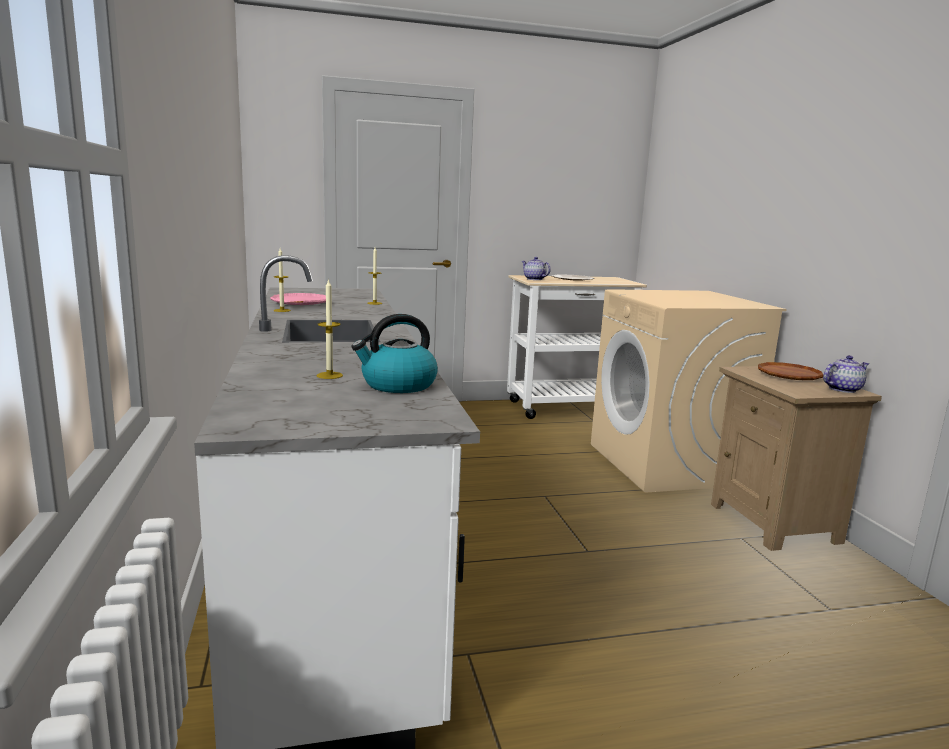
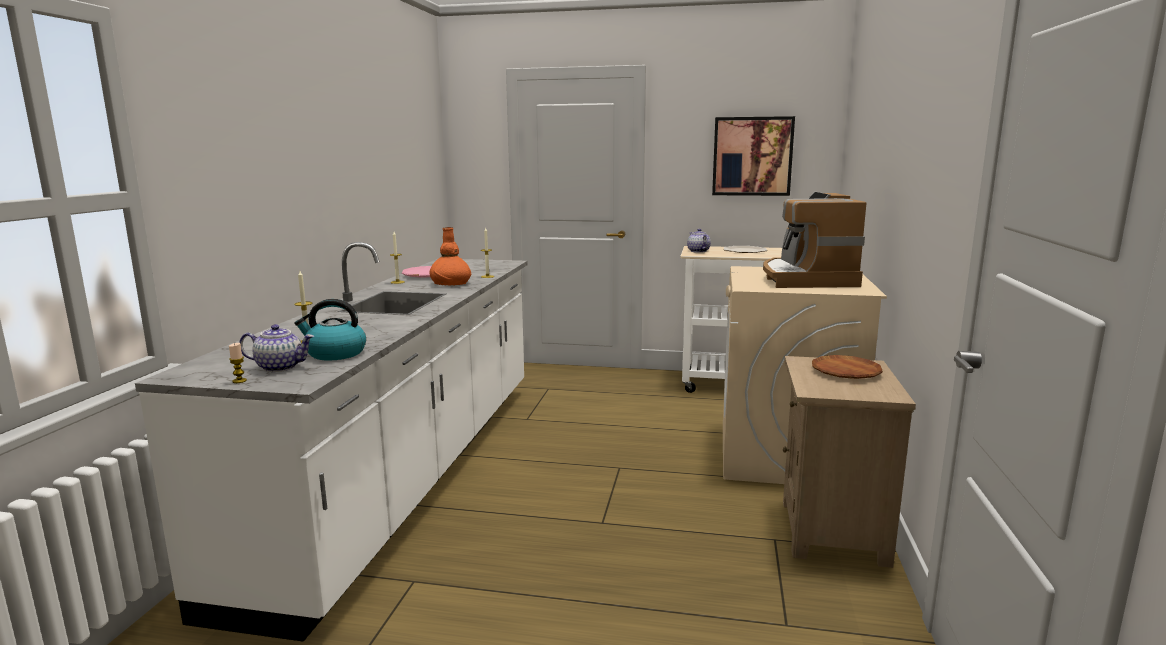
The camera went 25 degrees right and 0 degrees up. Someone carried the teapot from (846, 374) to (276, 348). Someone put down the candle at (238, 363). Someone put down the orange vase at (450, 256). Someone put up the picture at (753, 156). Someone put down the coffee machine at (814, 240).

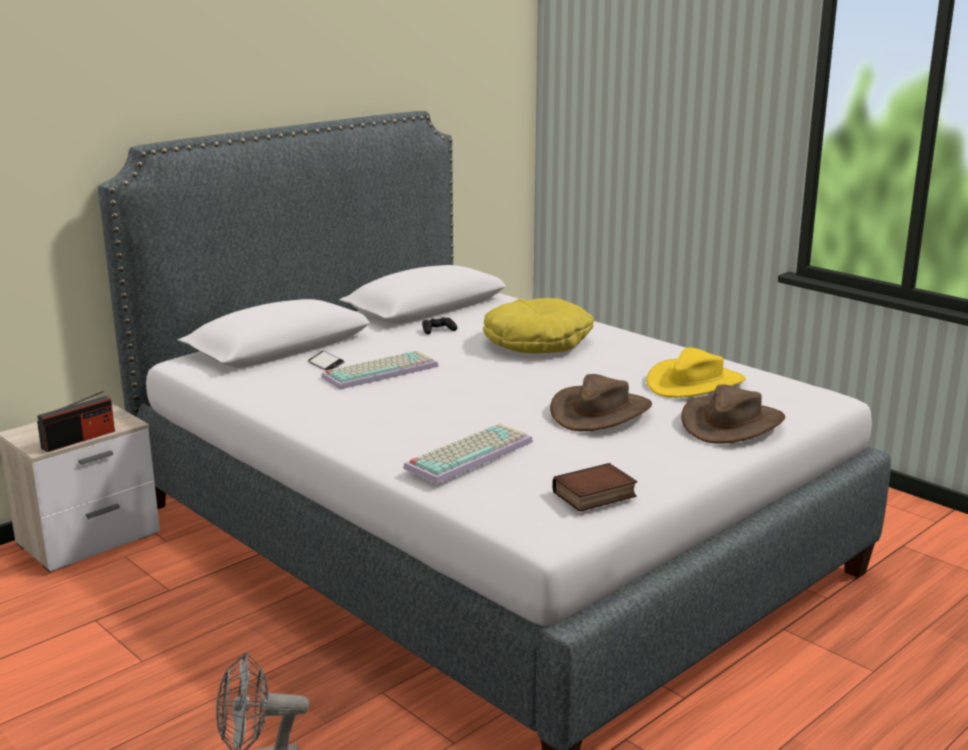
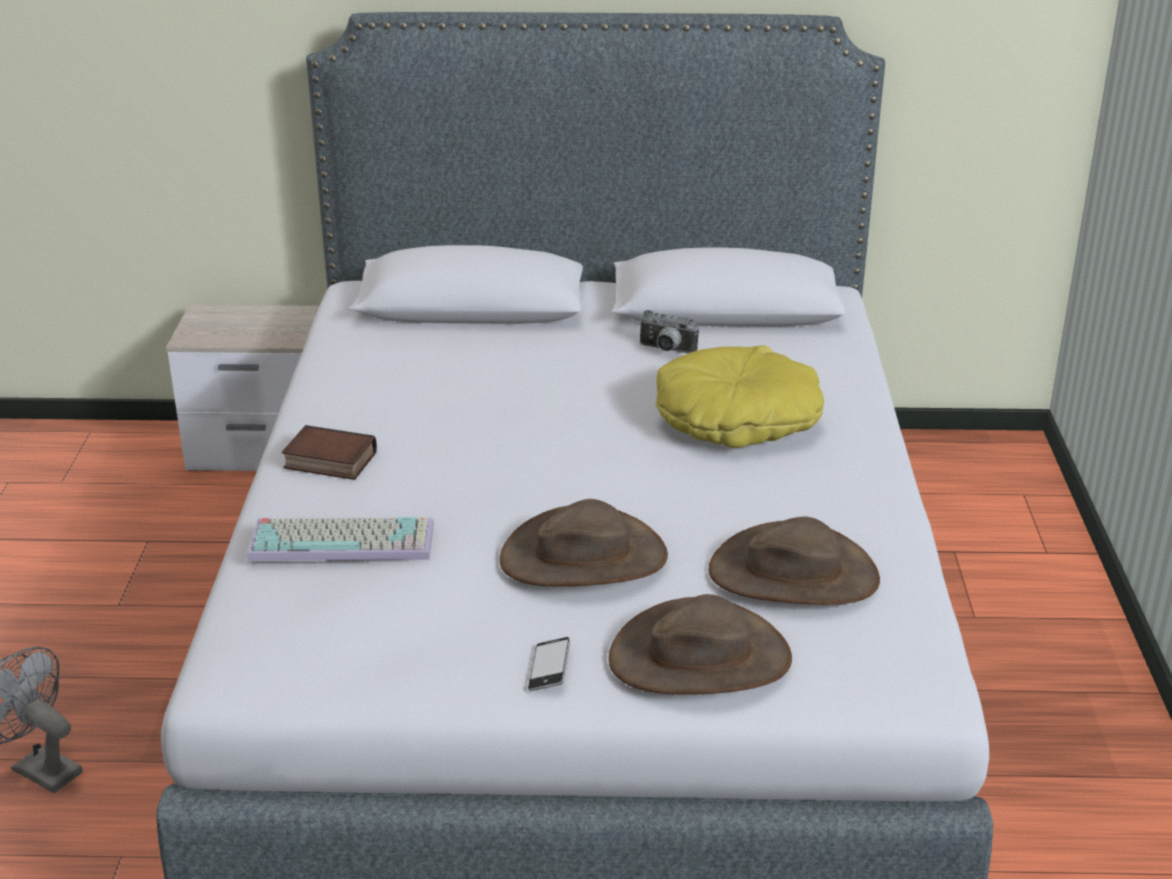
The camera went 45 degrees right and 10 degrees up. Someone took away the radio at (76, 421). Someone carried the phone from (326, 361) to (549, 664). Someone took away the keyboard at (379, 369). Someone swapped the black game controller at (439, 325) for the photo camera at (669, 332). Someone carried the book from (594, 487) to (329, 452). Someone repainted the yellow hat at (696, 373), which became the brown hat at (794, 561).

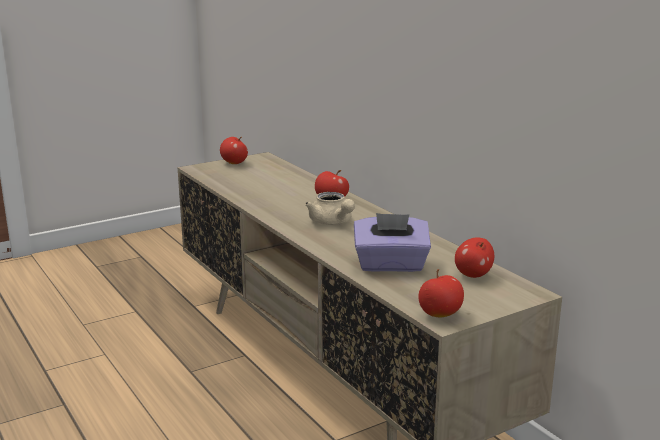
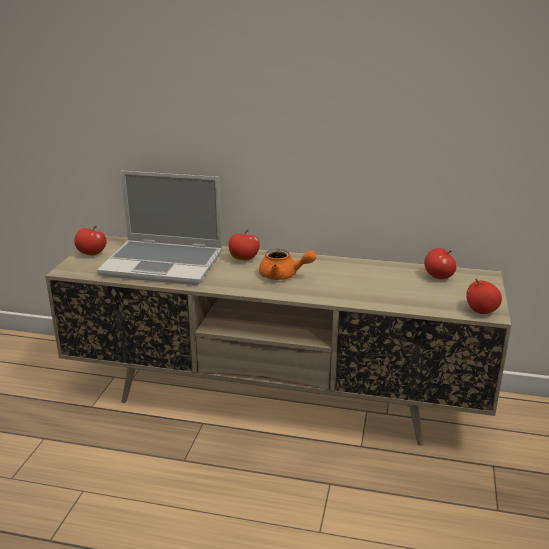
The camera went 45 degrees left and 5 degrees up. Someone repainted the beige teapot at (330, 208), which became the orange teapot at (287, 264). Someone took away the purple tissue box at (392, 242). Someone put down the laptop at (159, 228).

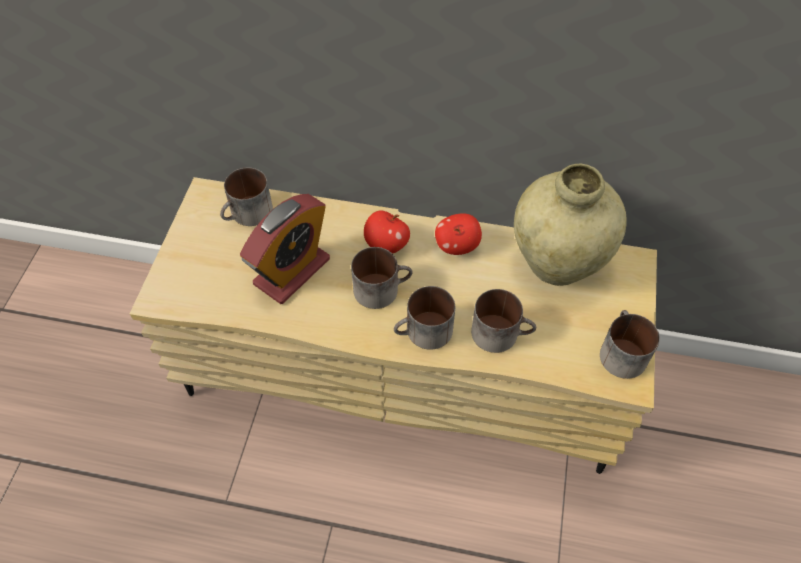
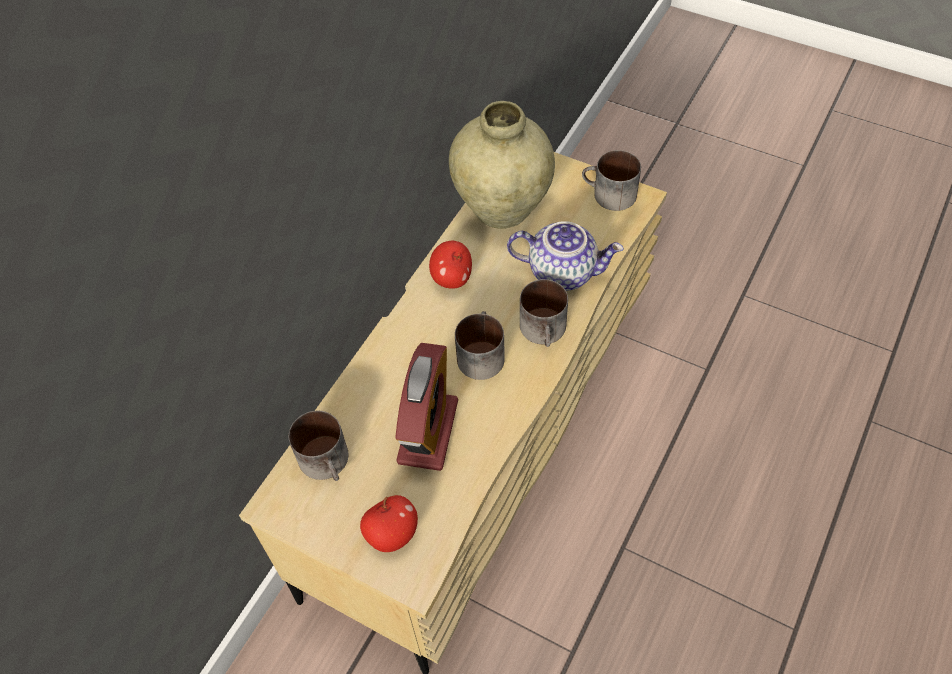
The camera went 70 degrees left and 0 degrees up. Someone rotated the alarm clock at (285, 249) by 45 degrees clockwise. Someone carried the apple from (387, 232) to (389, 523). Someone swapped the mug at (503, 321) for the teapot at (565, 256).

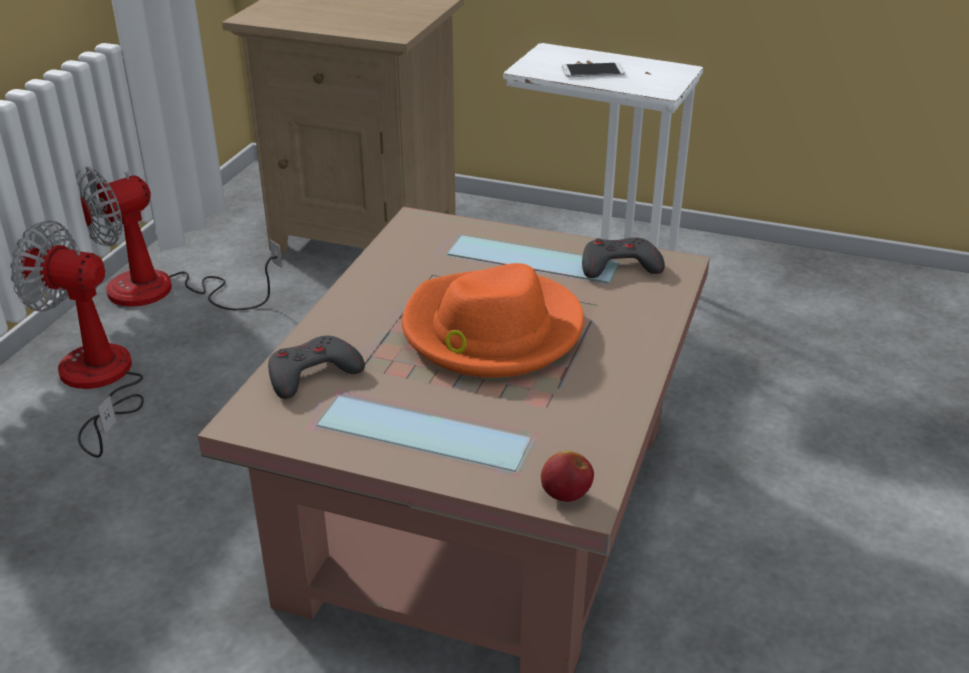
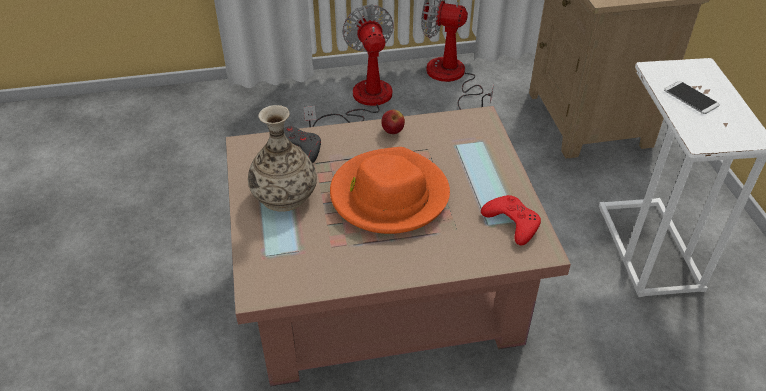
The camera went 60 degrees right and 10 degrees up. Someone carried the apple from (567, 476) to (393, 122). Someone repainted the grey game controller at (623, 257), which became the red game controller at (511, 220). Someone put down the vase at (282, 158).

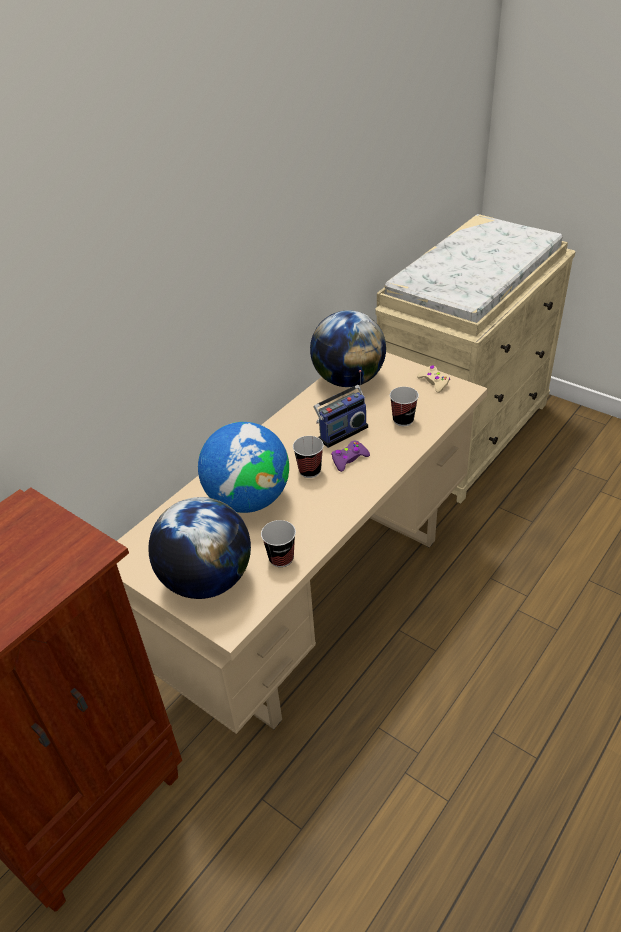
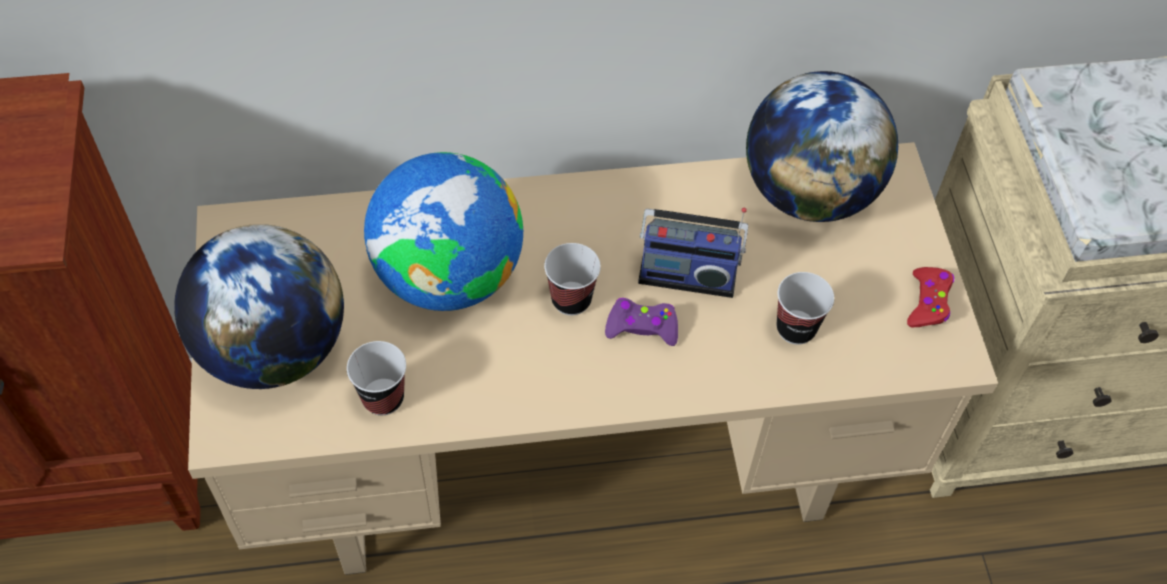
The camera went 40 degrees right and 15 degrees up. Someone repainted the beige game controller at (433, 379), which became the red game controller at (930, 297).

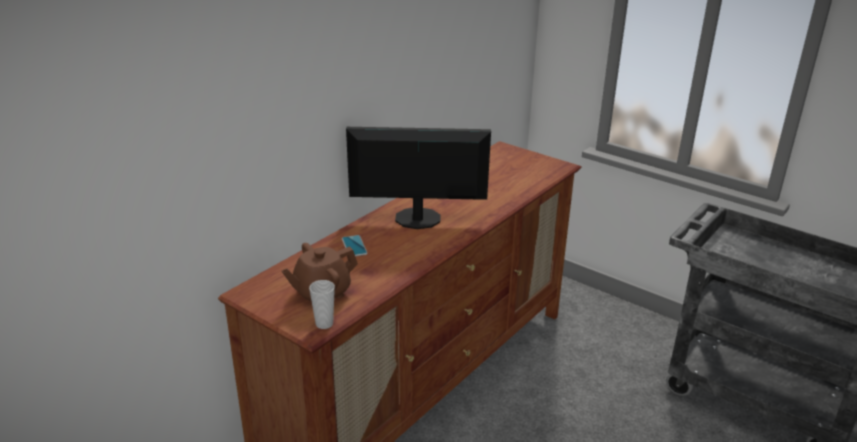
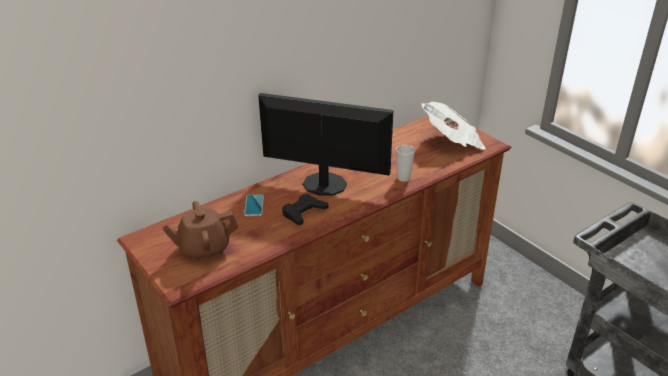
The camera went 15 degrees right and 5 degrees up. Someone carried the cup from (322, 304) to (405, 163). Someone put down the black game controller at (305, 209). Someone put down the newspaper at (454, 126).

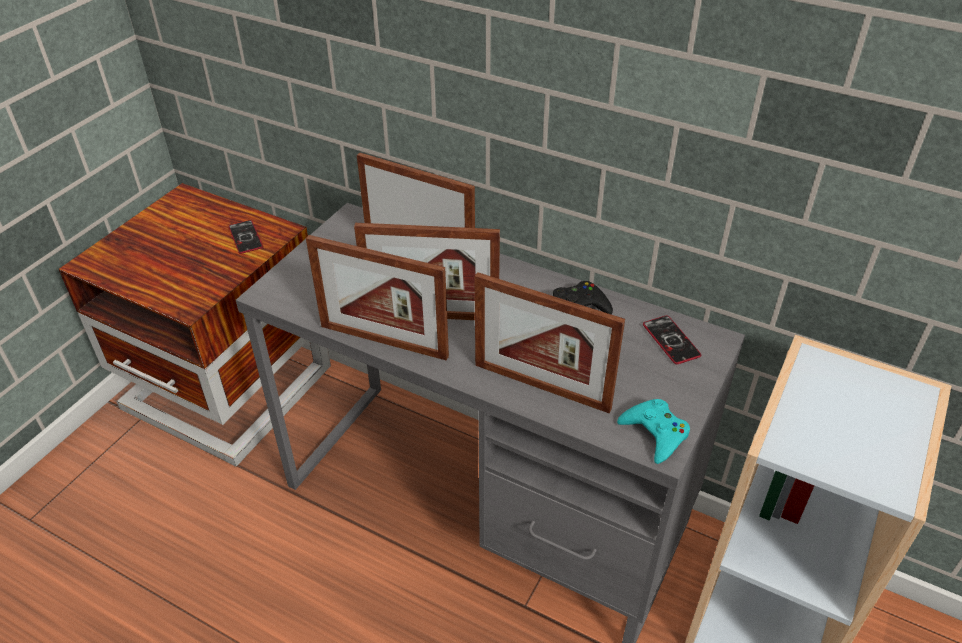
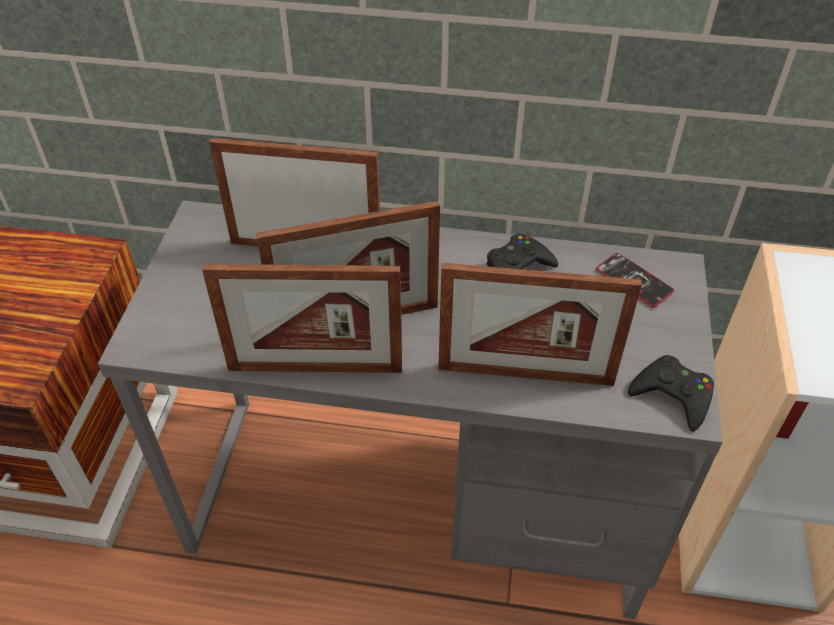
The camera went 20 degrees left and 5 degrees up. Someone took away the phone at (246, 237). Someone repainted the turquoise game controller at (653, 431), which became the black game controller at (671, 393).

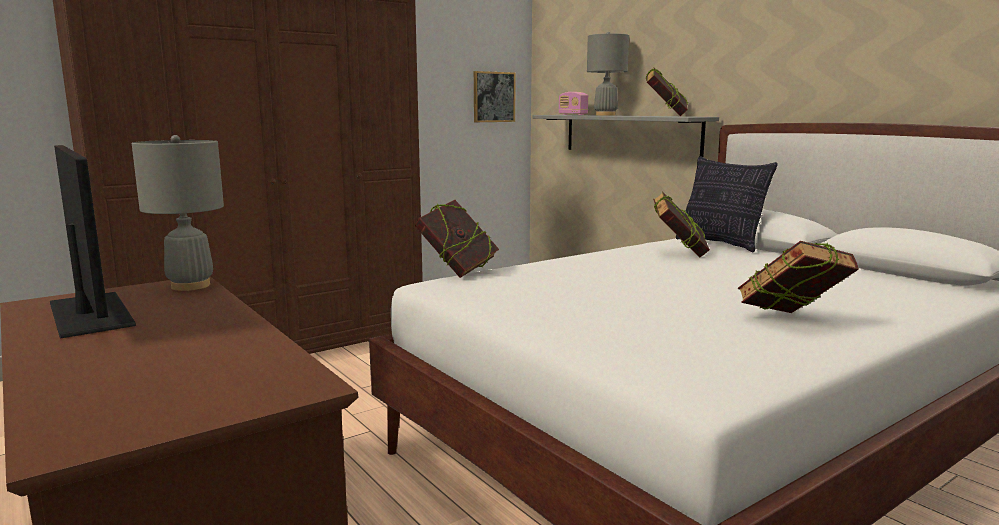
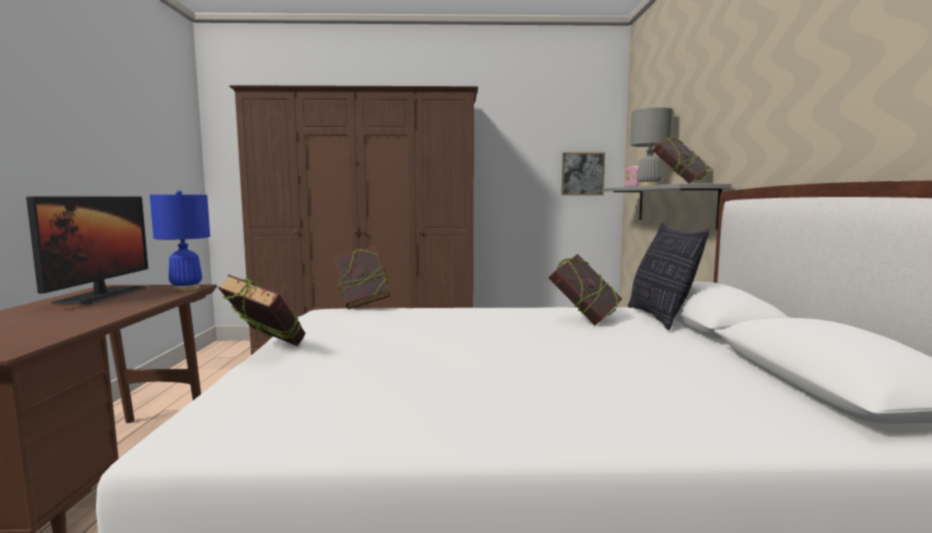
The camera went 35 degrees right and 5 degrees down. Someone repainted the grey table lamp at (178, 213), which became the blue table lamp at (180, 240). Someone carried the book from (798, 277) to (262, 310).

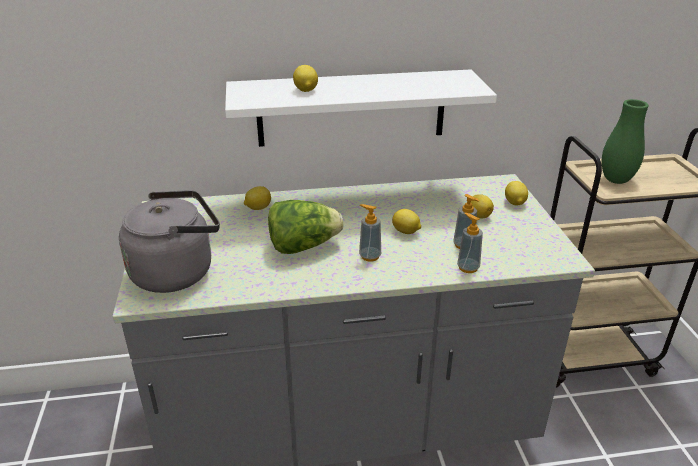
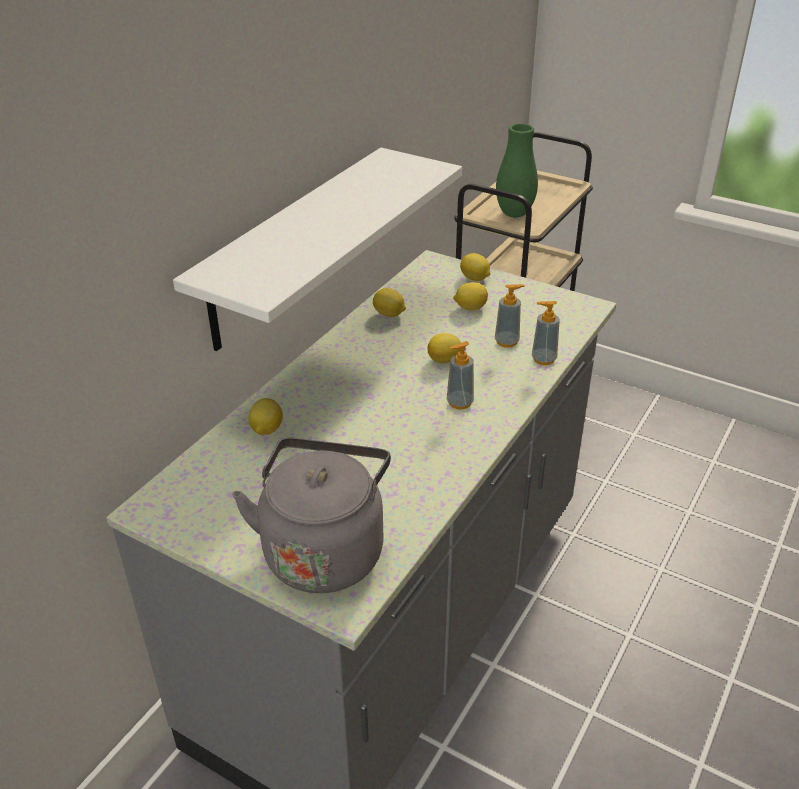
The camera went 50 degrees left and 5 degrees up. Someone took away the lettuce at (305, 227). Someone carried the lemon from (305, 78) to (389, 302).

